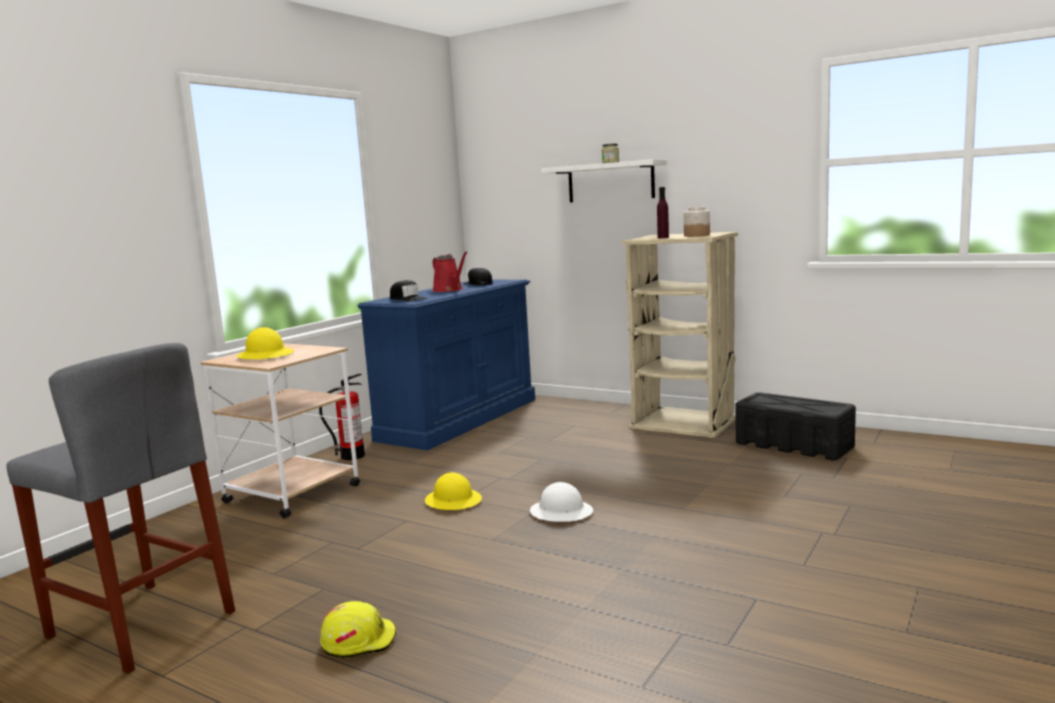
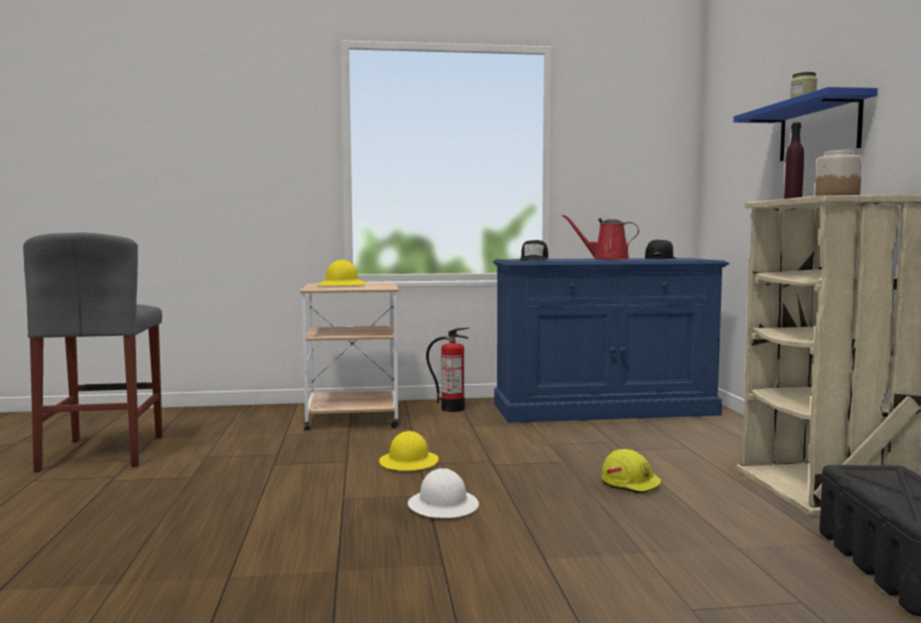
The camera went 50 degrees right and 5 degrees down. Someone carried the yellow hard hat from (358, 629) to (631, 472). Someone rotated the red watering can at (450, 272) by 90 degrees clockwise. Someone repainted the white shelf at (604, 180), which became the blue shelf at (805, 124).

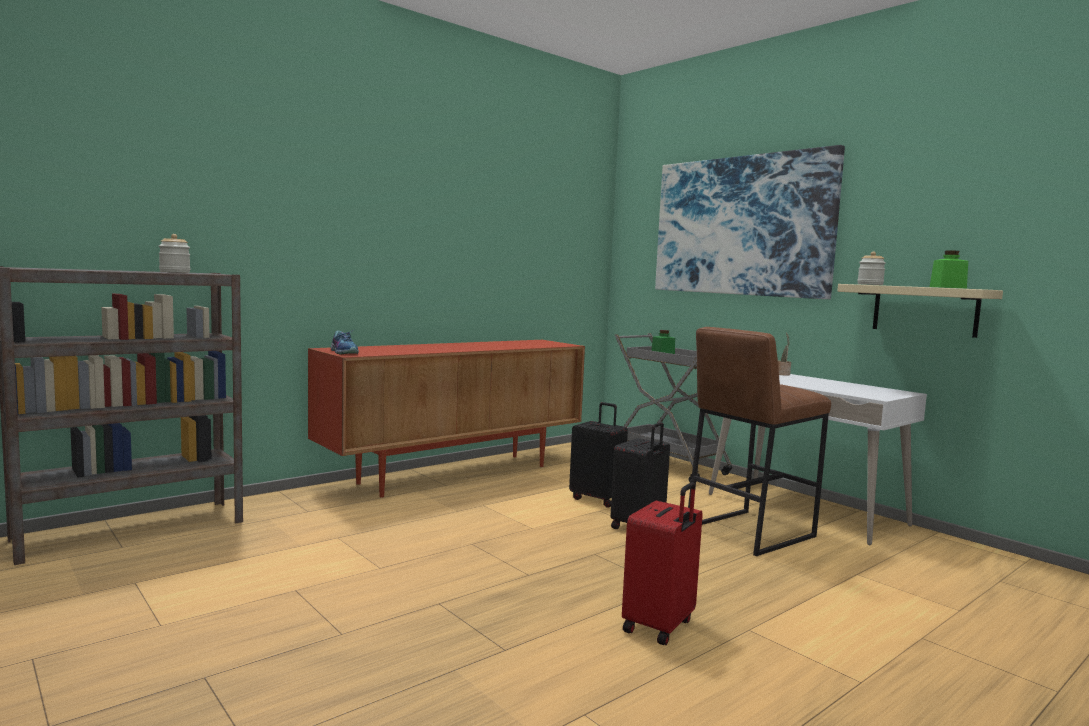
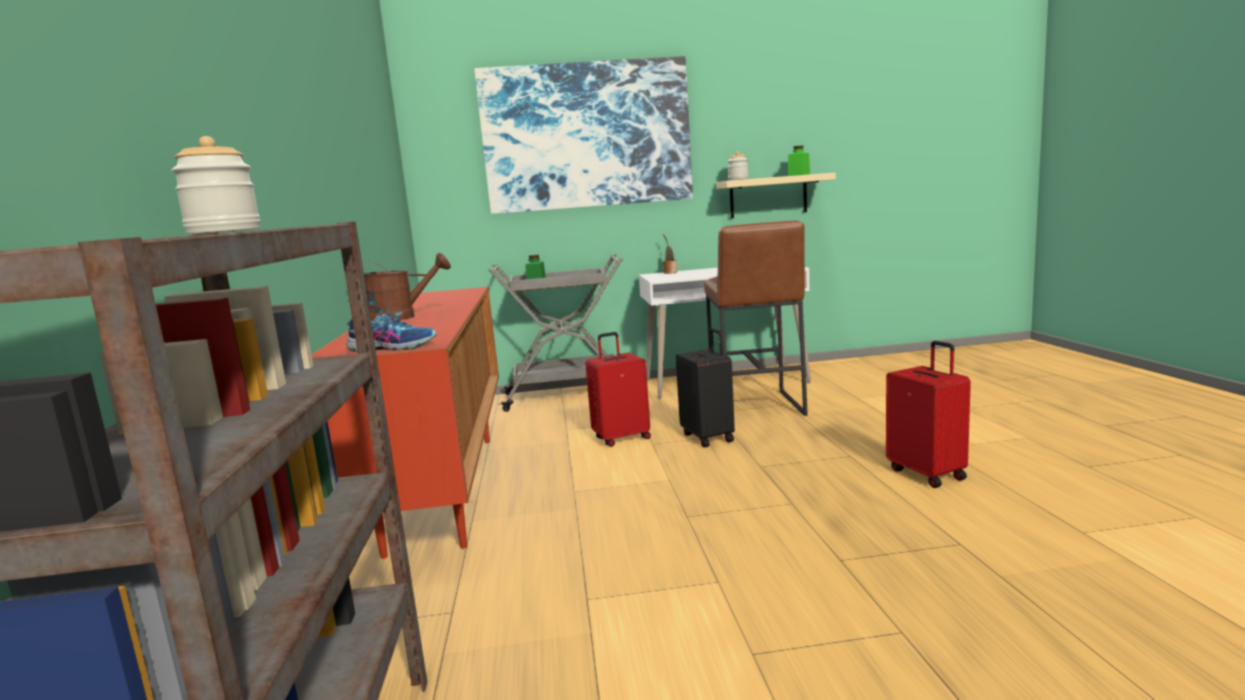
The camera went 55 degrees left and 5 degrees up. Someone repainted the black suitcase at (598, 455), which became the red suitcase at (618, 389). Someone put down the brown watering can at (406, 287).

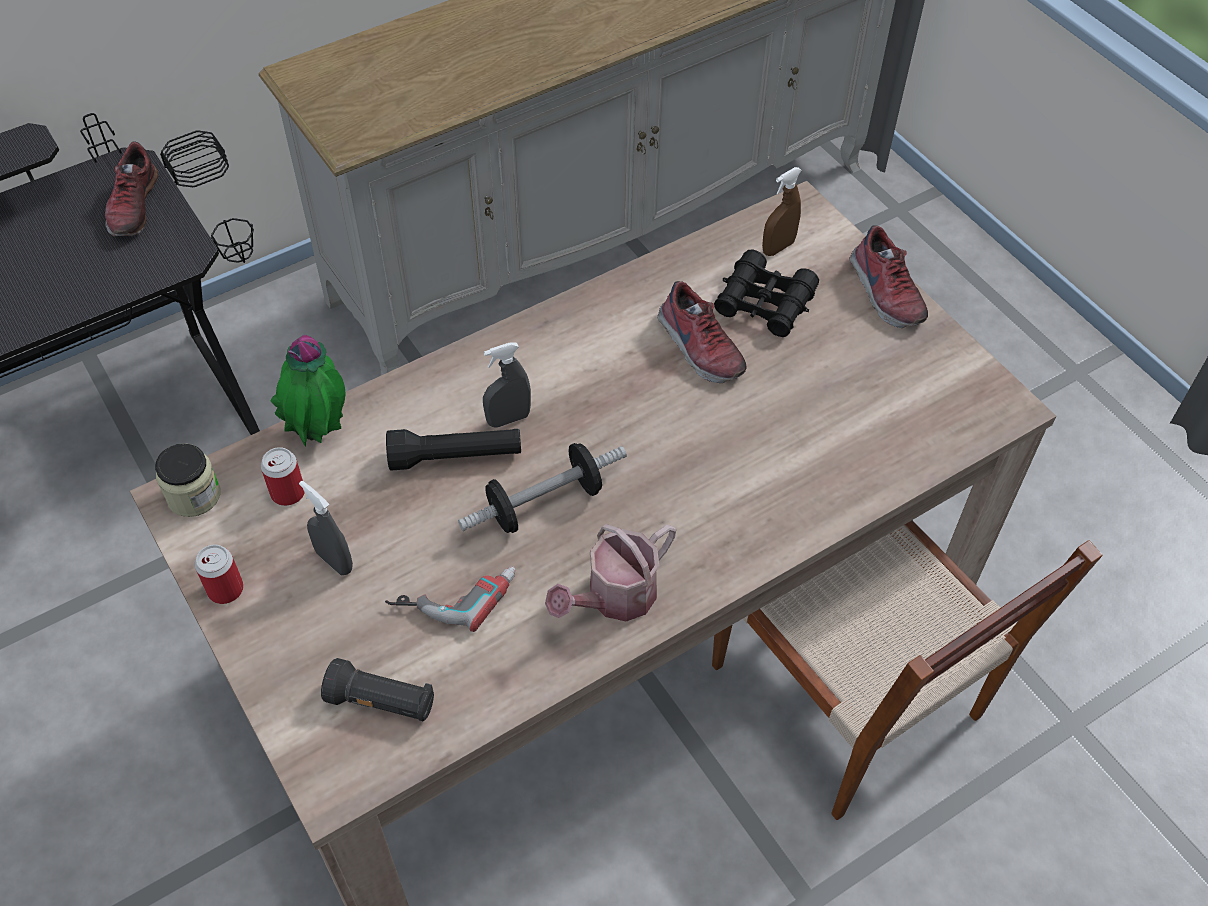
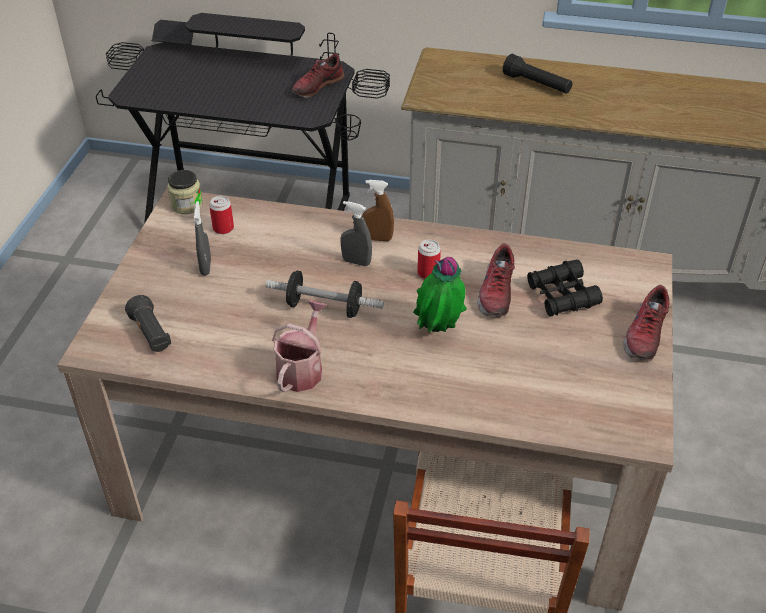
The camera went 45 degrees right and 10 degrees down. Someone carried the can from (219, 574) to (429, 259). Someone carried the potted plant from (307, 390) to (440, 295). Someone took away the power drill at (450, 599). Someone carried the black flashlight from (453, 450) to (537, 74). Someone rotated the watering can at (610, 572) by 105 degrees clockwise. Someone carried the brown spray bottle from (782, 211) to (378, 210).

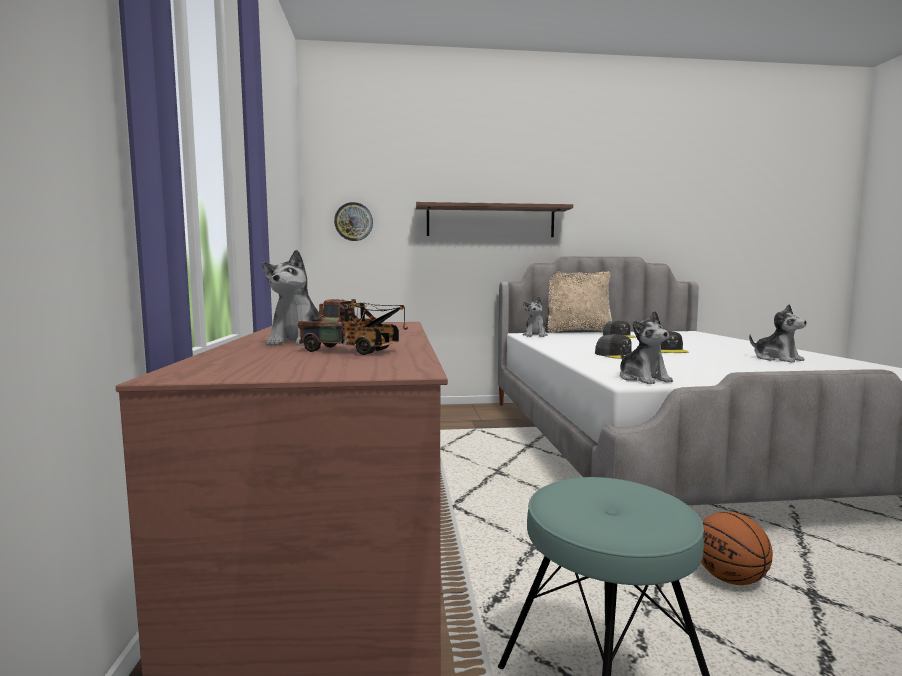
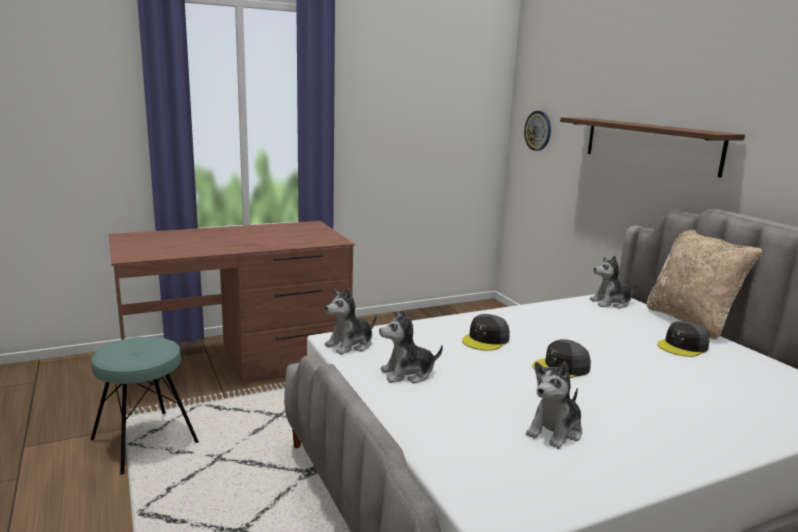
The camera went 70 degrees right and 10 degrees up. Someone carried the plush toy from (291, 298) to (411, 347). Someone took away the toy truck at (353, 327). Someone took away the basketball at (737, 548).

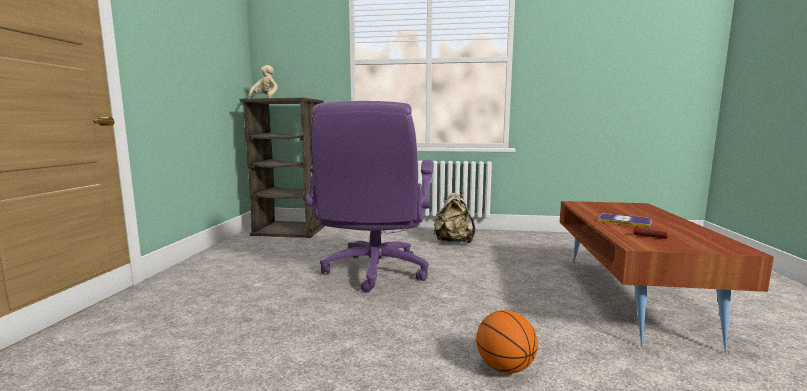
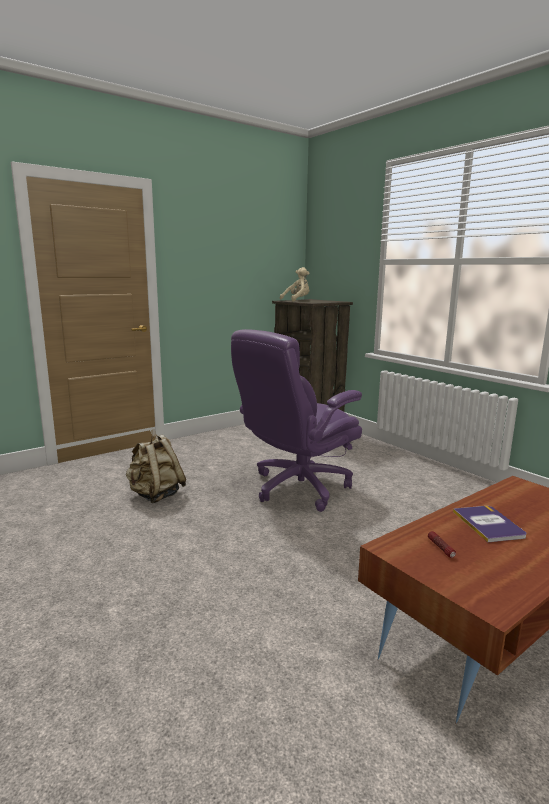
The camera went 45 degrees right and 5 degrees up. Someone carried the beige backpack from (454, 216) to (156, 469). Someone took away the basketball at (507, 341).

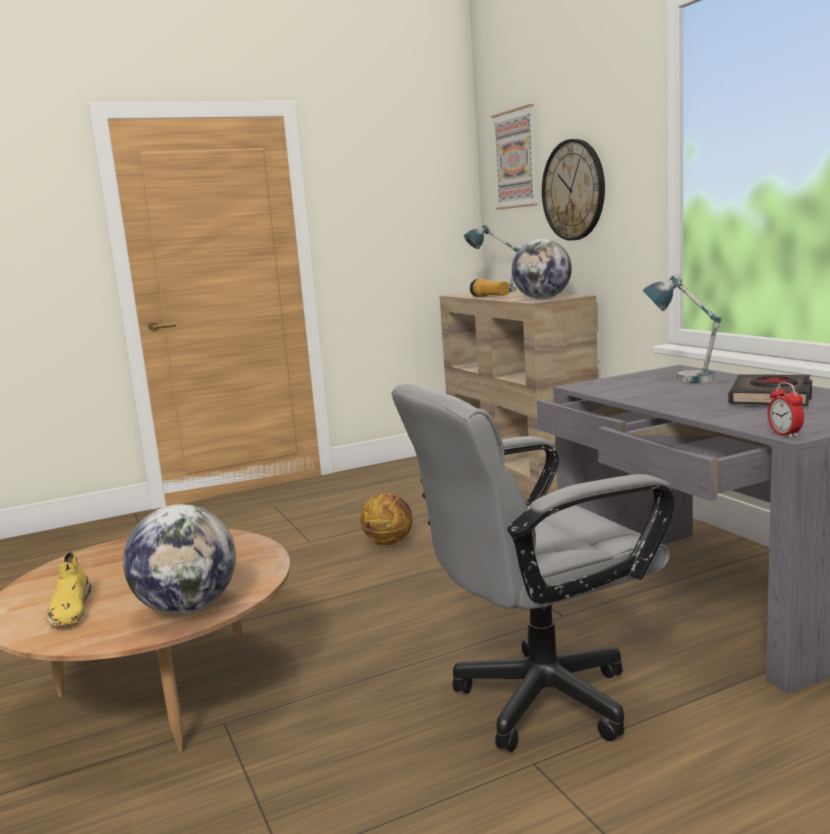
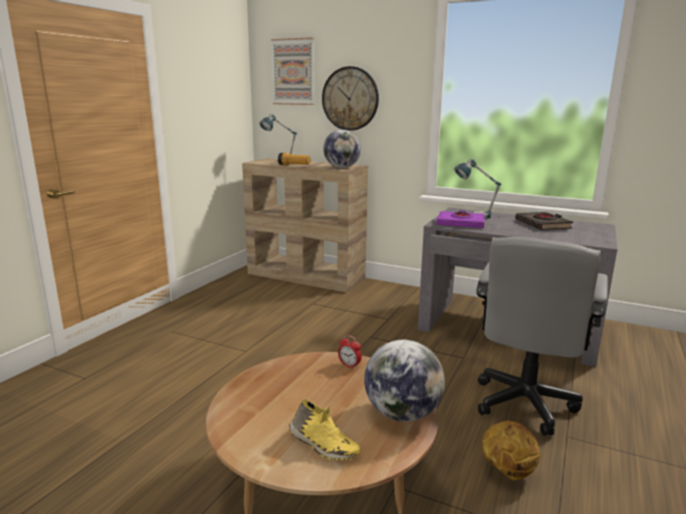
The camera went 40 degrees left and 5 degrees up. Someone carried the basketball from (386, 519) to (511, 450). Someone carried the alarm clock from (785, 410) to (350, 352). Someone put down the purple book at (461, 219).

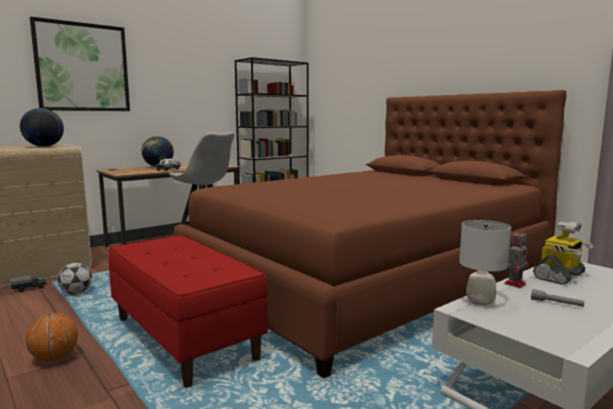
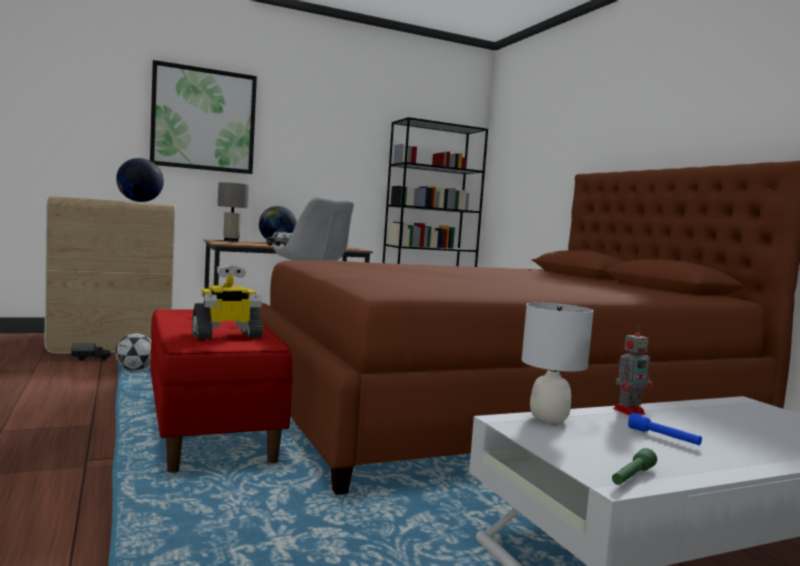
The camera went 15 degrees right and 5 degrees down. Someone took away the basketball at (51, 337). Someone repainted the grey flashlight at (558, 298), which became the blue flashlight at (665, 429). Someone carried the toy robot from (563, 253) to (227, 301). Someone put down the grey table lamp at (233, 211). Someone put down the green flashlight at (634, 466).

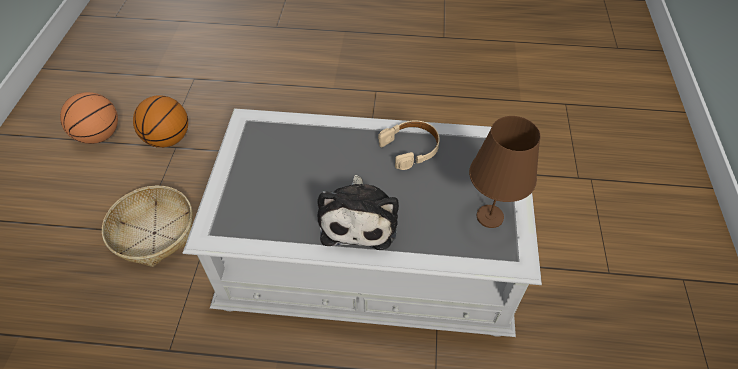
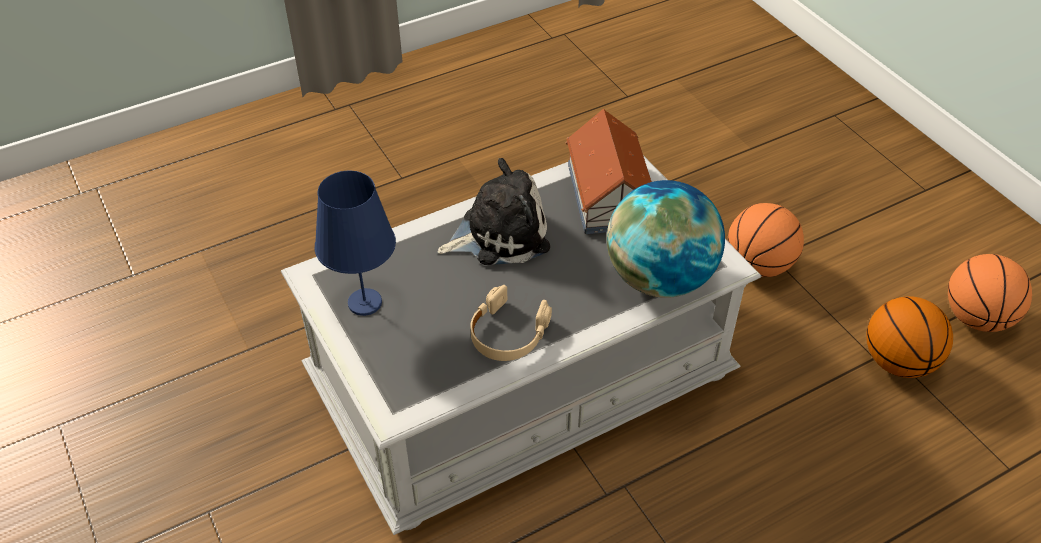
The camera went 145 degrees right and 5 degrees down. Someone swapped the basket at (147, 226) for the basketball at (766, 240). Someone rotated the plush toy at (358, 212) by 105 degrees clockwise. Someone repainted the brown table lamp at (505, 172), which became the blue table lamp at (355, 243). Someone put down the toy house at (608, 171). Someone put down the globe at (666, 239).

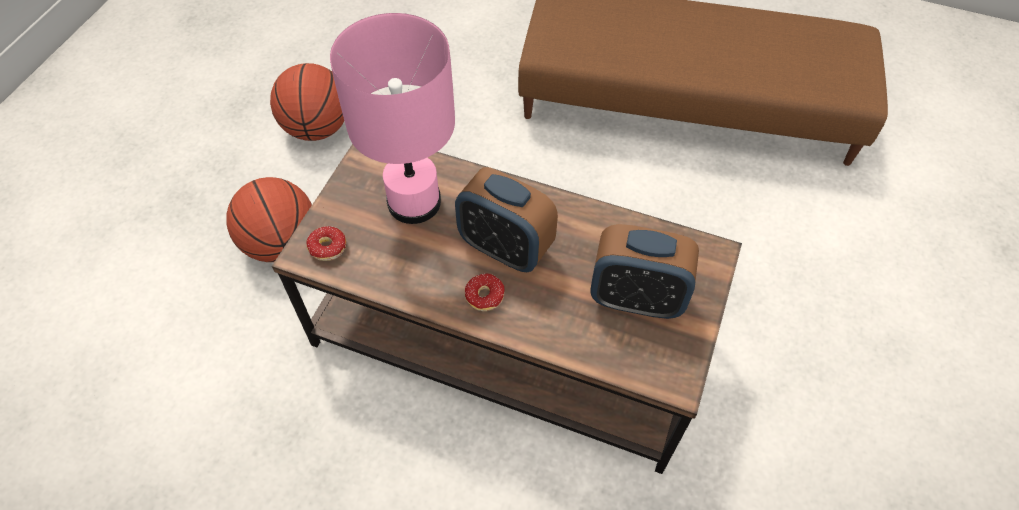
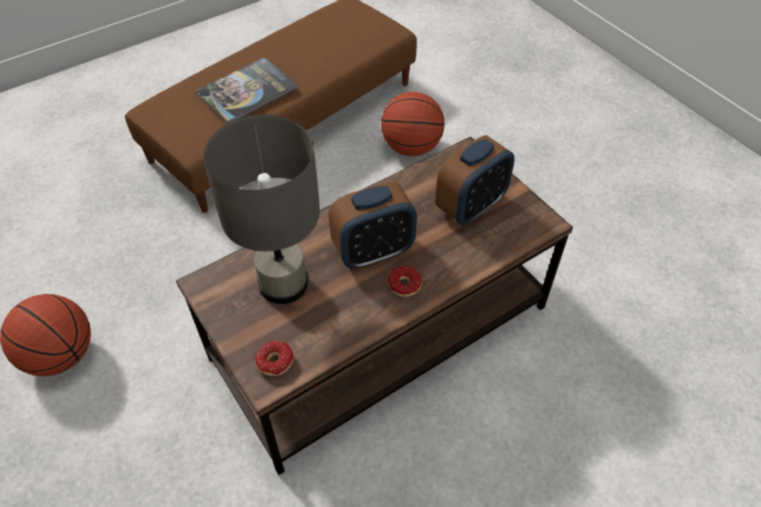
The camera went 55 degrees left and 5 degrees down. Someone carried the basketball from (269, 219) to (413, 124). Someone repainted the pink table lamp at (392, 118), which became the grey table lamp at (262, 209). Someone put down the book at (246, 90).

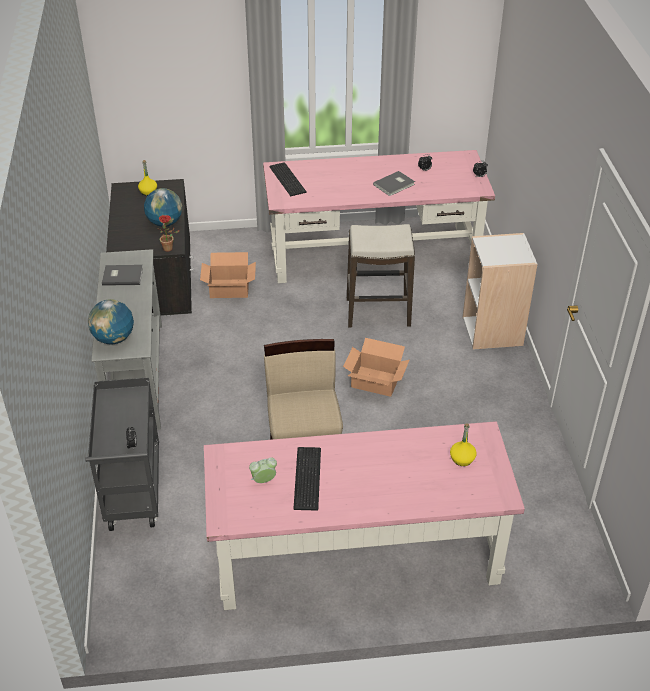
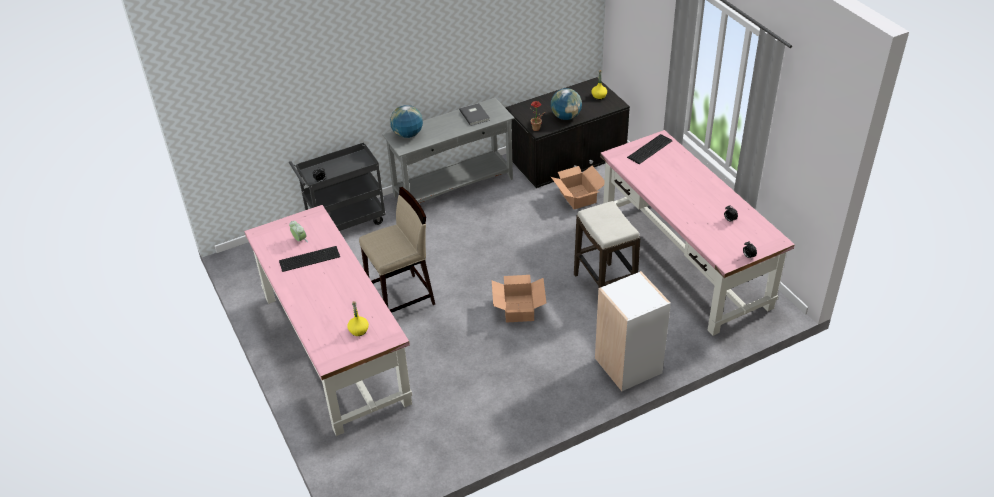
The camera went 70 degrees right and 0 degrees up. Someone took away the grey book at (394, 183).

